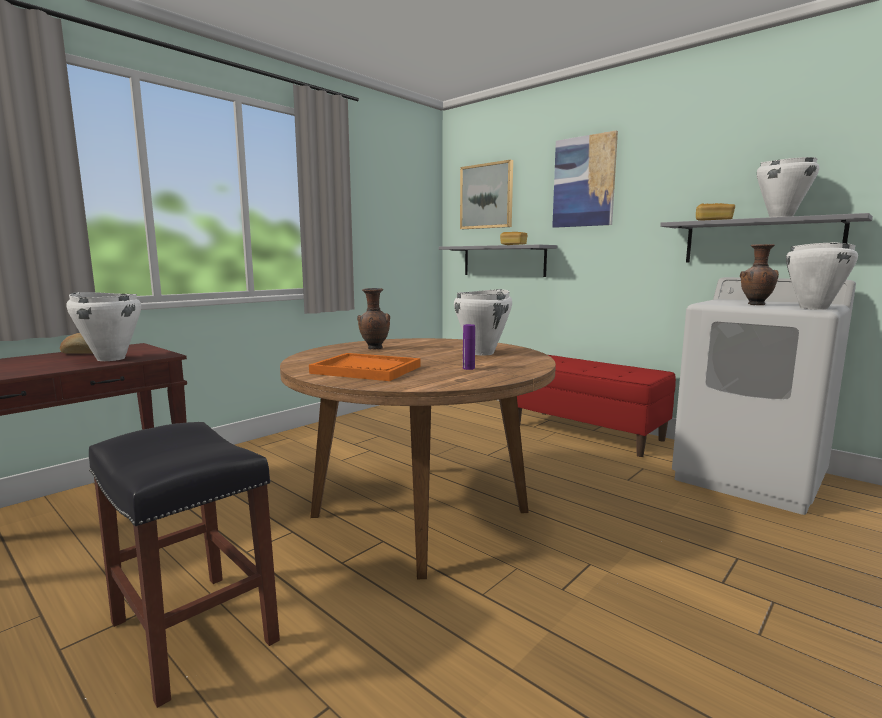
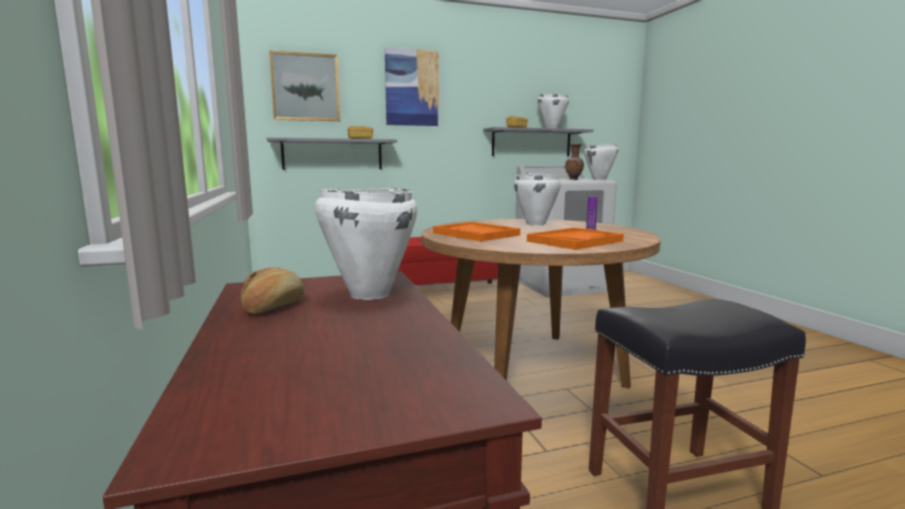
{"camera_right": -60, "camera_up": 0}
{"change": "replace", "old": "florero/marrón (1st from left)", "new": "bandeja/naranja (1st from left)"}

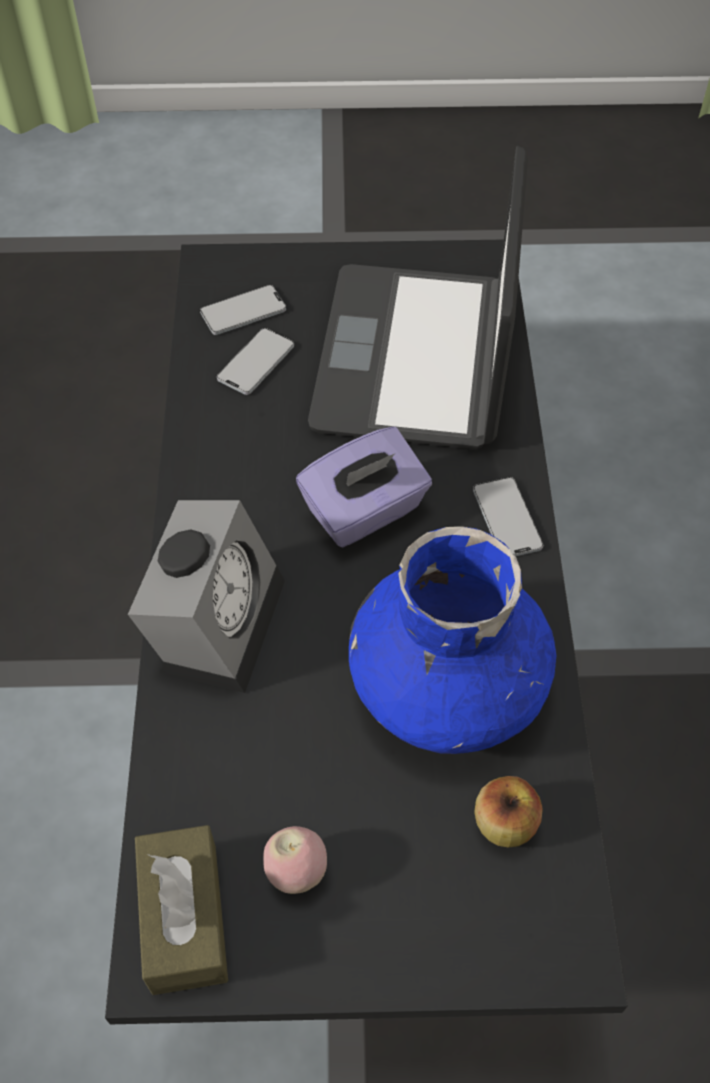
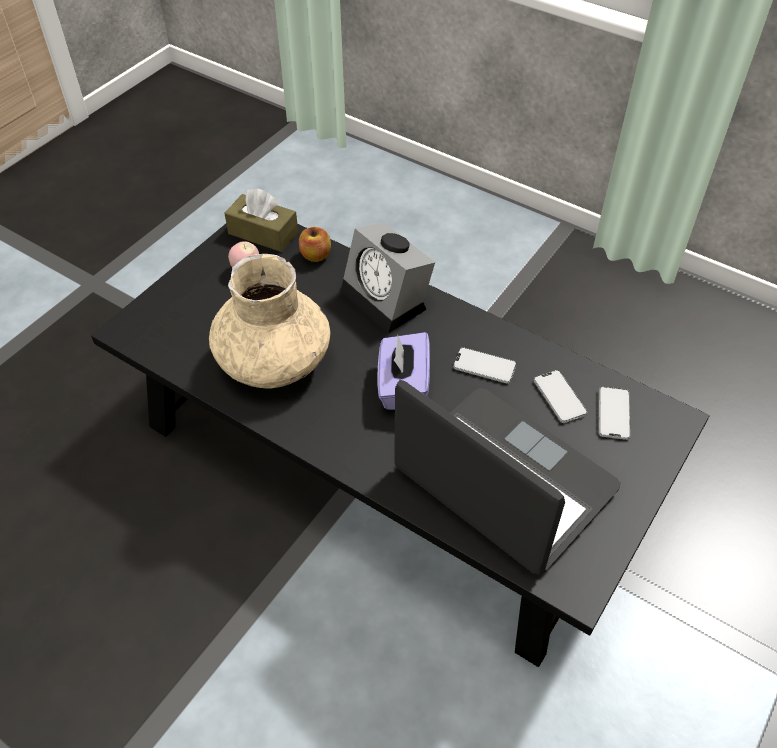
{"camera_right": 125, "camera_up": -5}
{"change": "move", "old": "móvil (3rd from left in the first image)", "new": "móvil (1st from left)"}
{"change": "recolor", "old": "florero/azul", "new": "florero/beis"}
{"change": "move", "old": "manzana (2nd from left)"}

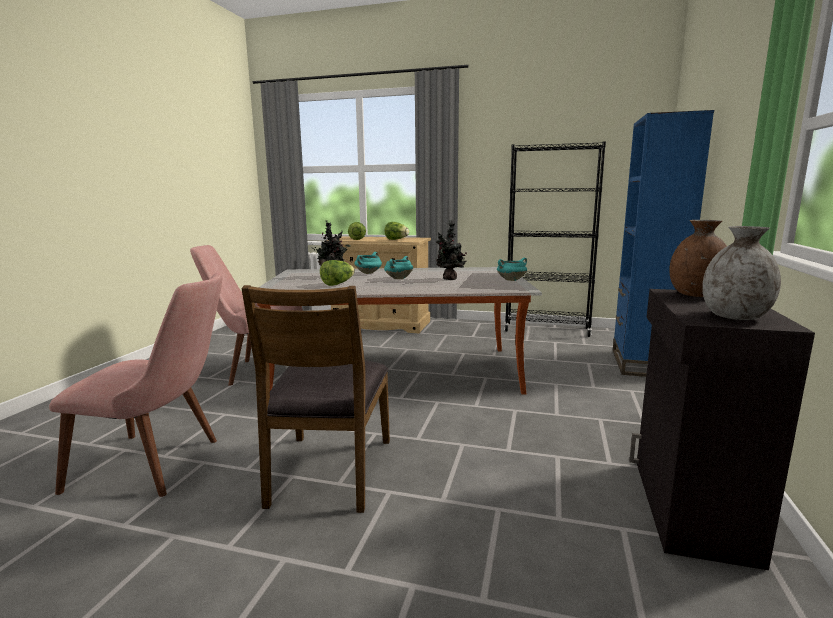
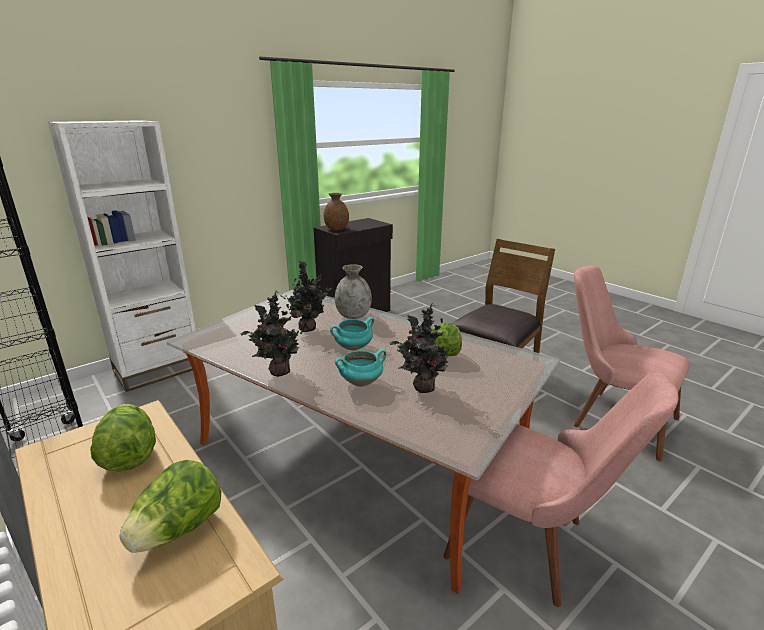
{"camera_right": -145, "camera_up": 10}
{"change": "recolor", "old": "estantería/azul", "new": "estantería/blanco"}
{"change": "move", "old": "florero/gris"}
{"change": "delete", "old": "olla/turquesa (3rd from left)"}
{"change": "insert", "new": "planta en maceta (1st from left)"}

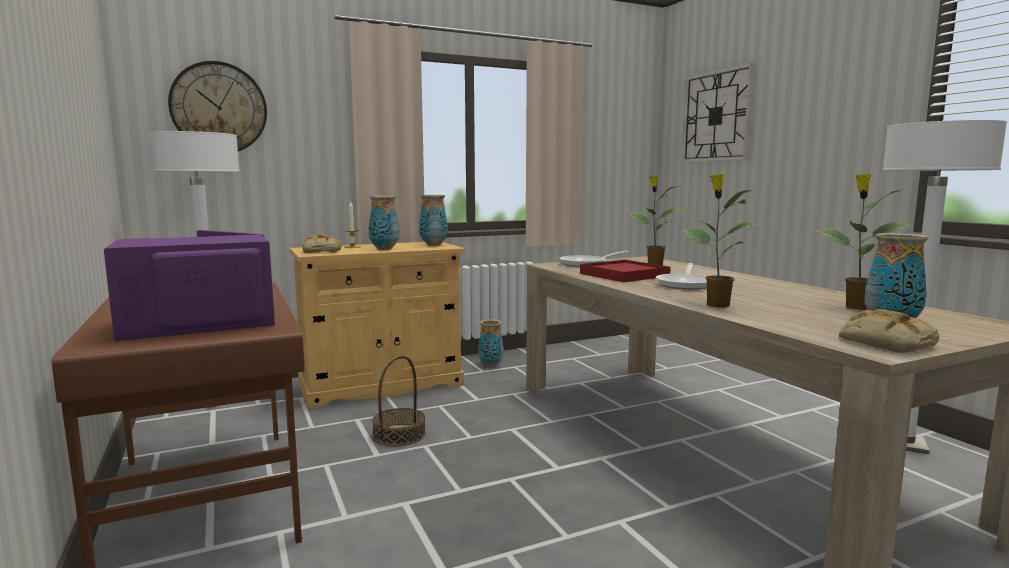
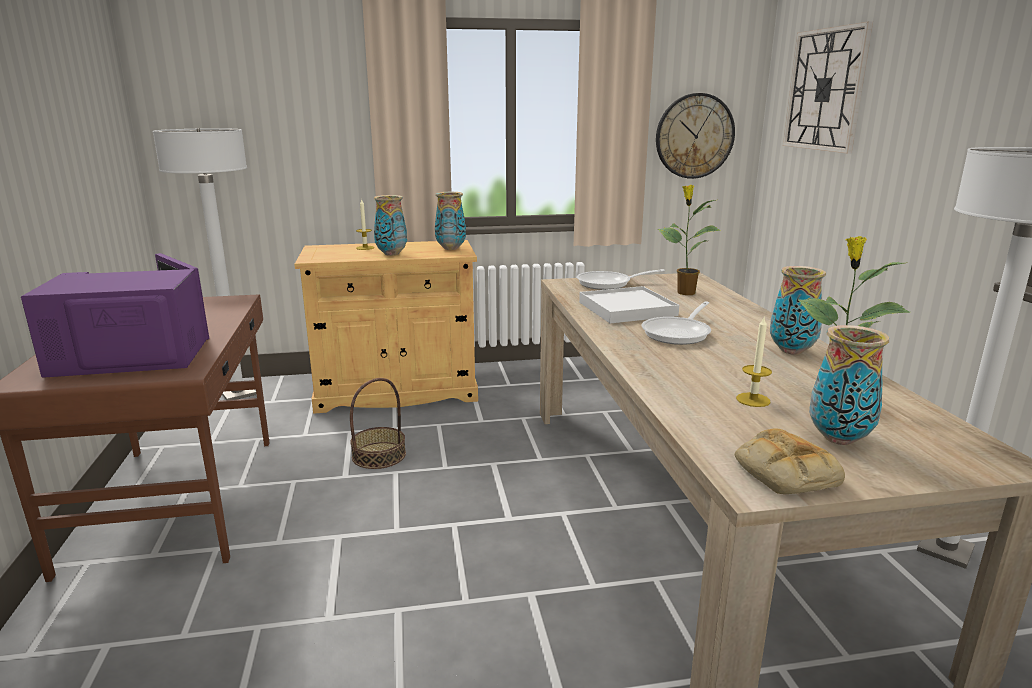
{"camera_right": 15, "camera_up": 10}
{"change": "move", "old": "reloj de pared (1st from left)"}
{"change": "delete", "old": "planta en maceta (2nd from left)"}
{"change": "delete", "old": "pan (1st from left)"}
{"change": "recolor", "old": "bandeja/rojo", "new": "bandeja/blanco"}
{"change": "move", "old": "florero (3rd from left)"}
{"change": "insert", "new": "vela (2nd from left)"}

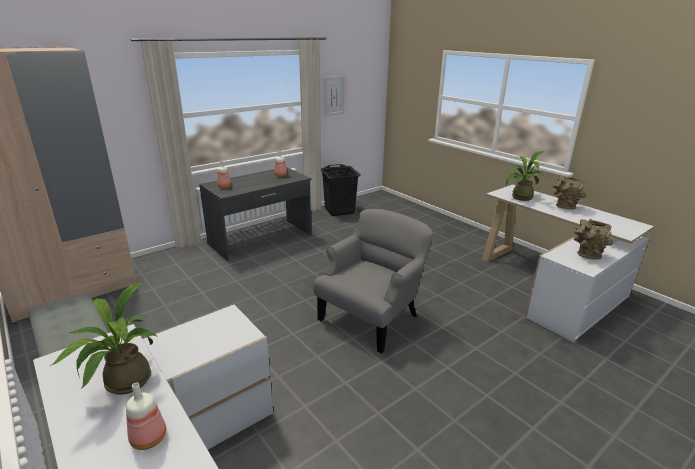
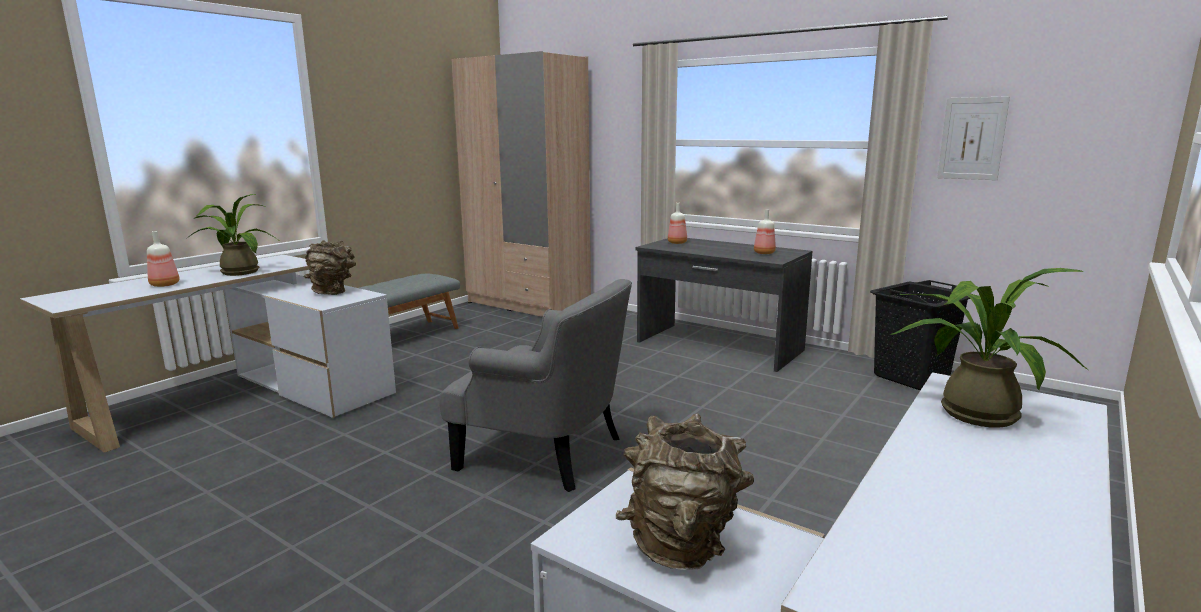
{"camera_right": 75, "camera_up": -10}
{"change": "move", "old": "florero/marrón (1st from left)"}

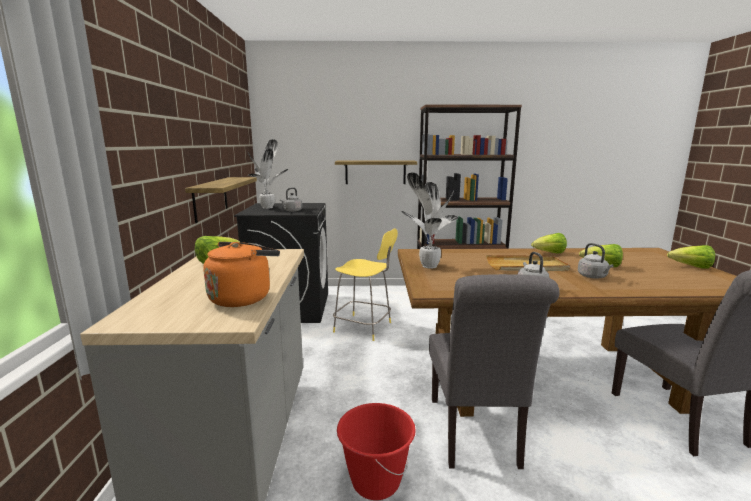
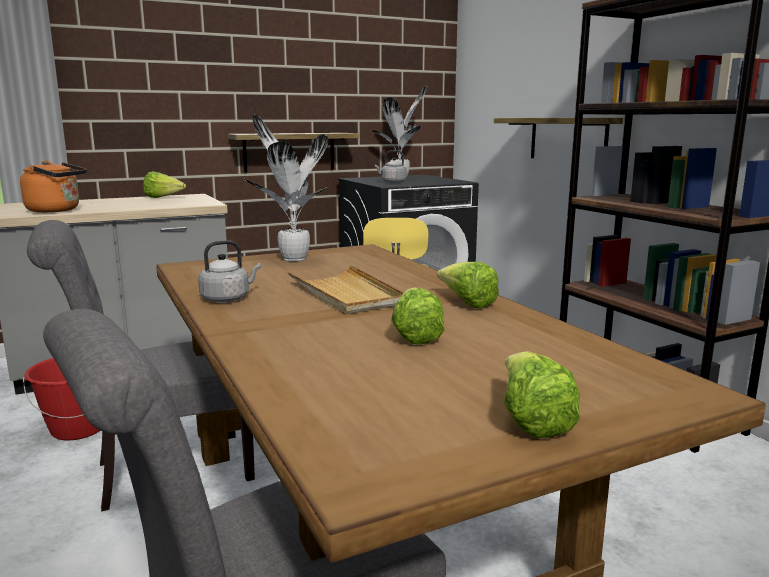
{"camera_right": 65, "camera_up": 0}
{"change": "delete", "old": "hervidor/gris (3rd from left)"}

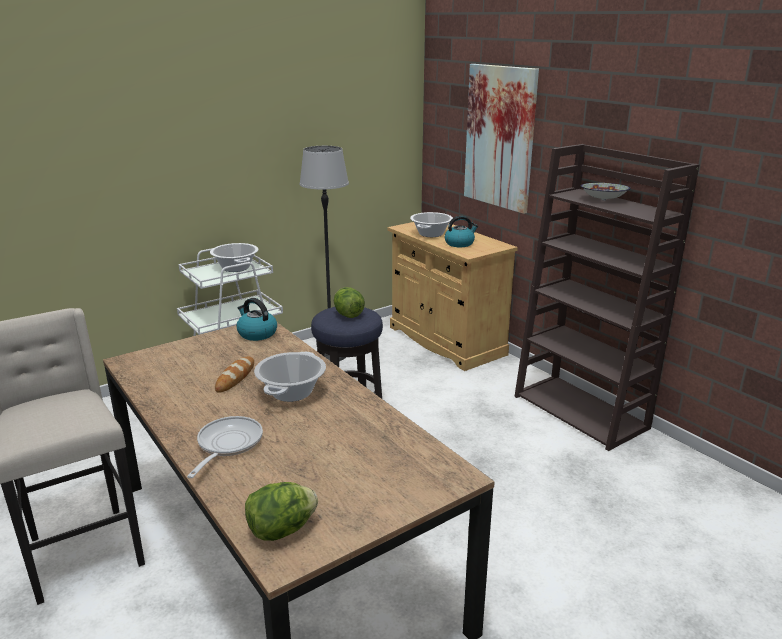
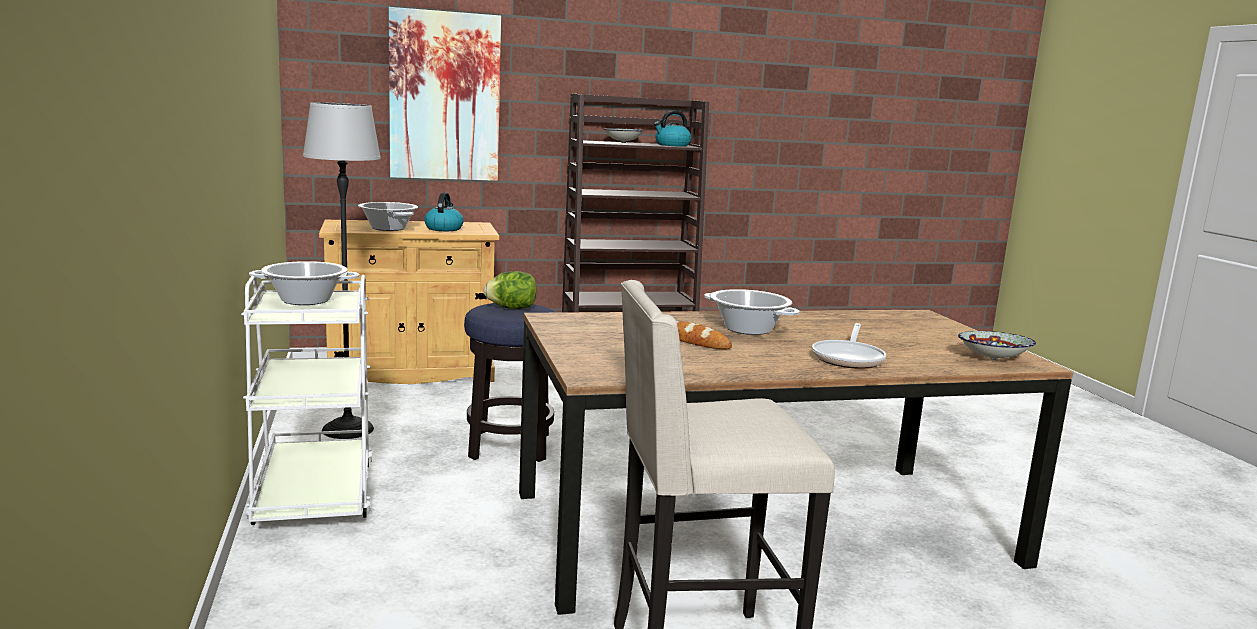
{"camera_right": -70, "camera_up": -10}
{"change": "move", "old": "hervidor (1st from left in the first image)", "new": "hervidor (2nd from left)"}
{"change": "rotate", "old": "sartén", "degrees": -105}
{"change": "replace", "old": "lechuga (1st from left)", "new": "cuenco (2nd from left)"}

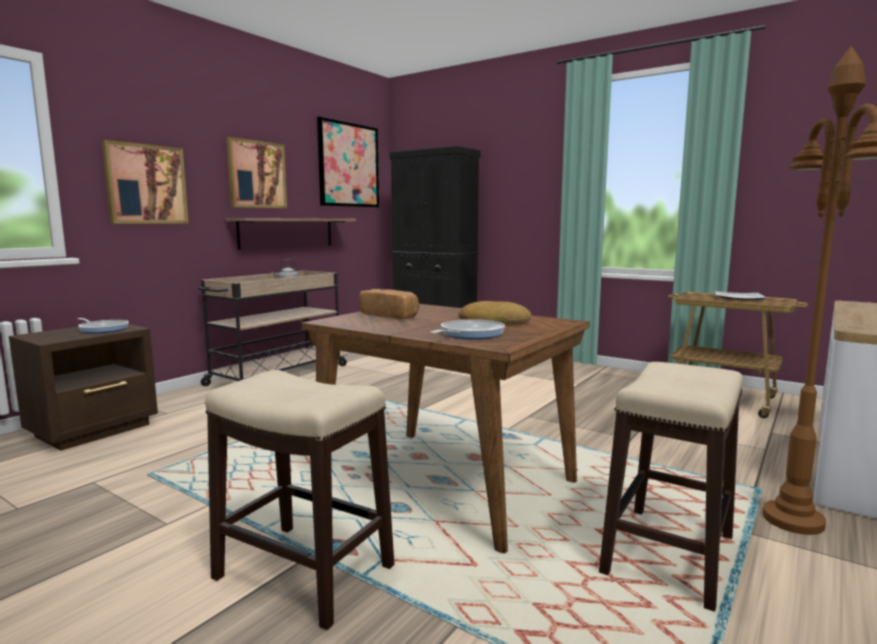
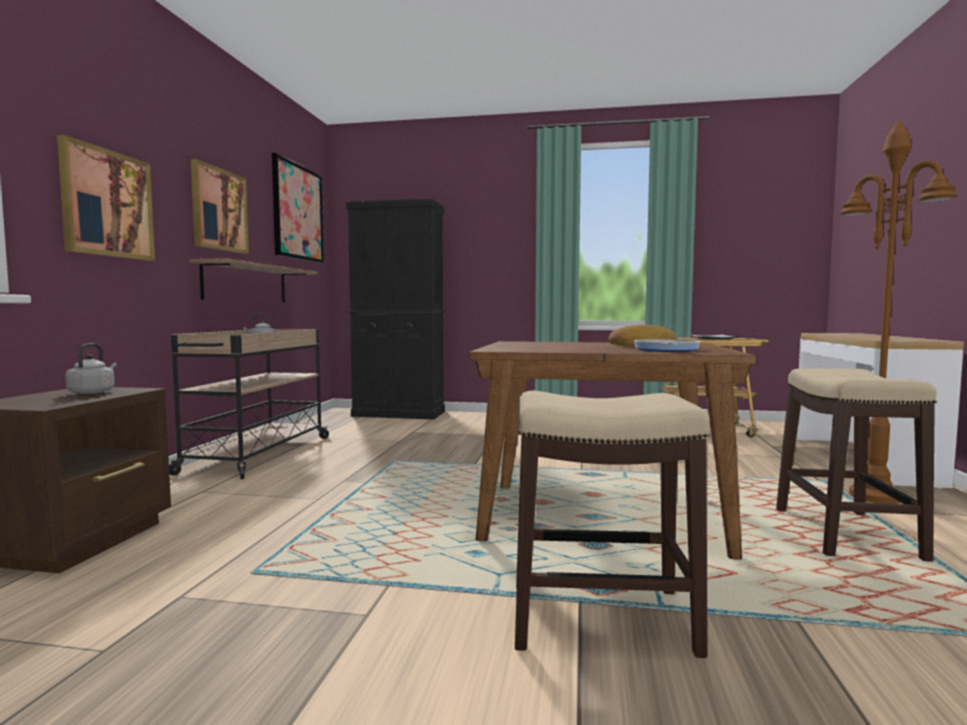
{"camera_right": -25, "camera_up": -5}
{"change": "delete", "old": "pan (1st from left)"}
{"change": "replace", "old": "sartén (1st from left)", "new": "hervidor/gris (1st from left)"}

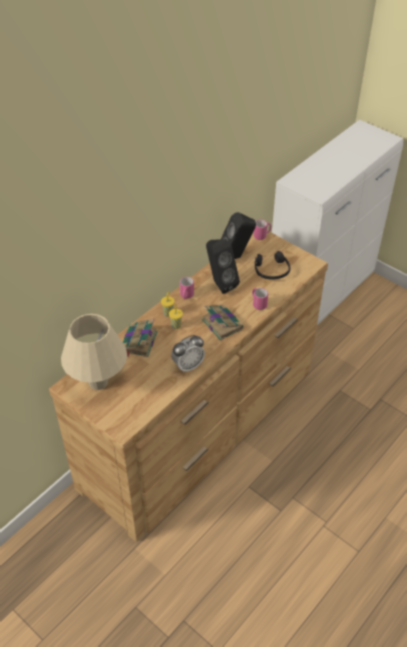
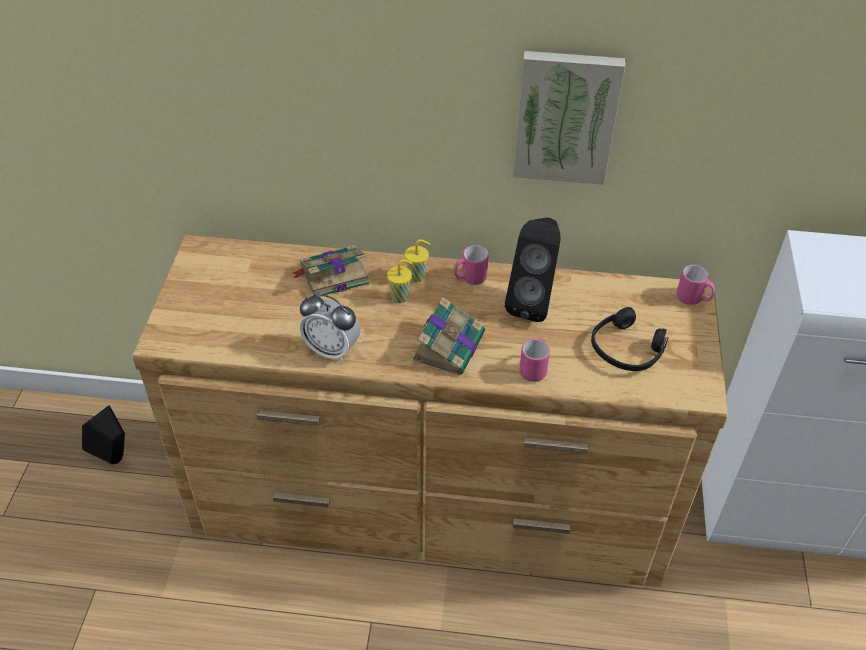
{"camera_right": 55, "camera_up": 0}
{"change": "move", "old": "altavoz/negro (2nd from left in the first image)", "new": "altavoz/negro (1st from left)"}
{"change": "delete", "old": "lámpara de mesa/beis"}
{"change": "insert", "new": "cuadro"}

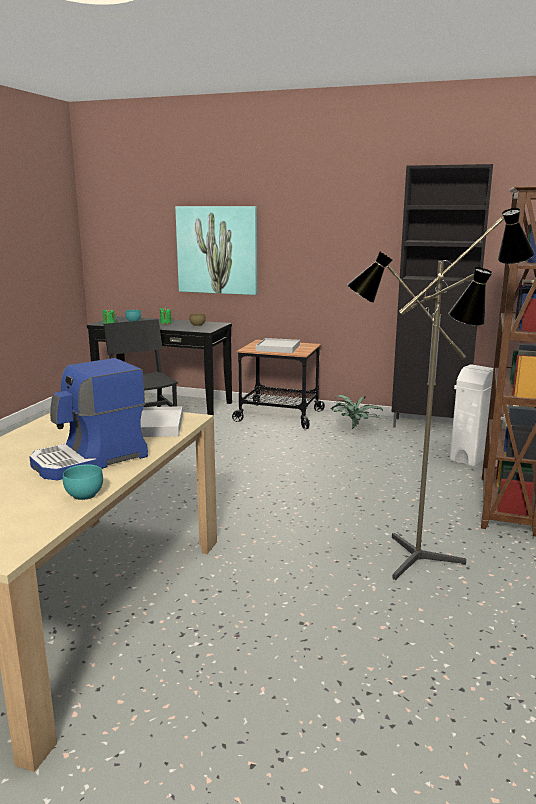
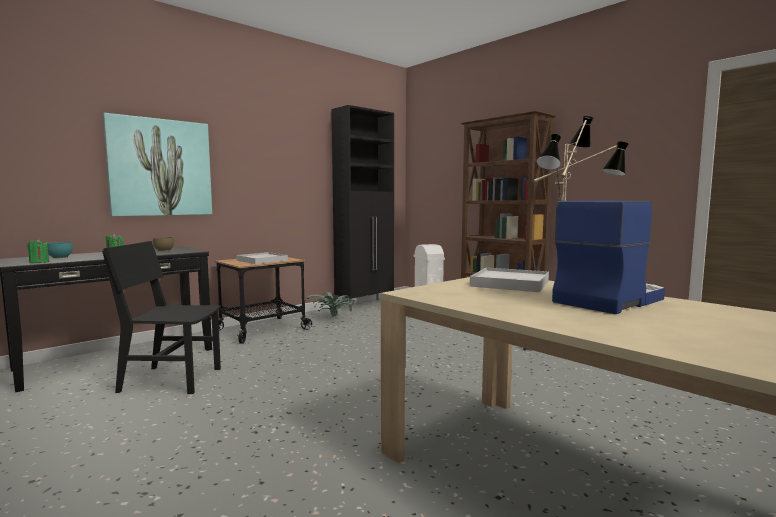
{"camera_right": -60, "camera_up": -10}
{"change": "rotate", "old": "cafetera", "degrees": -120}
{"change": "delete", "old": "cuenco/turquesa (1st from left)"}

